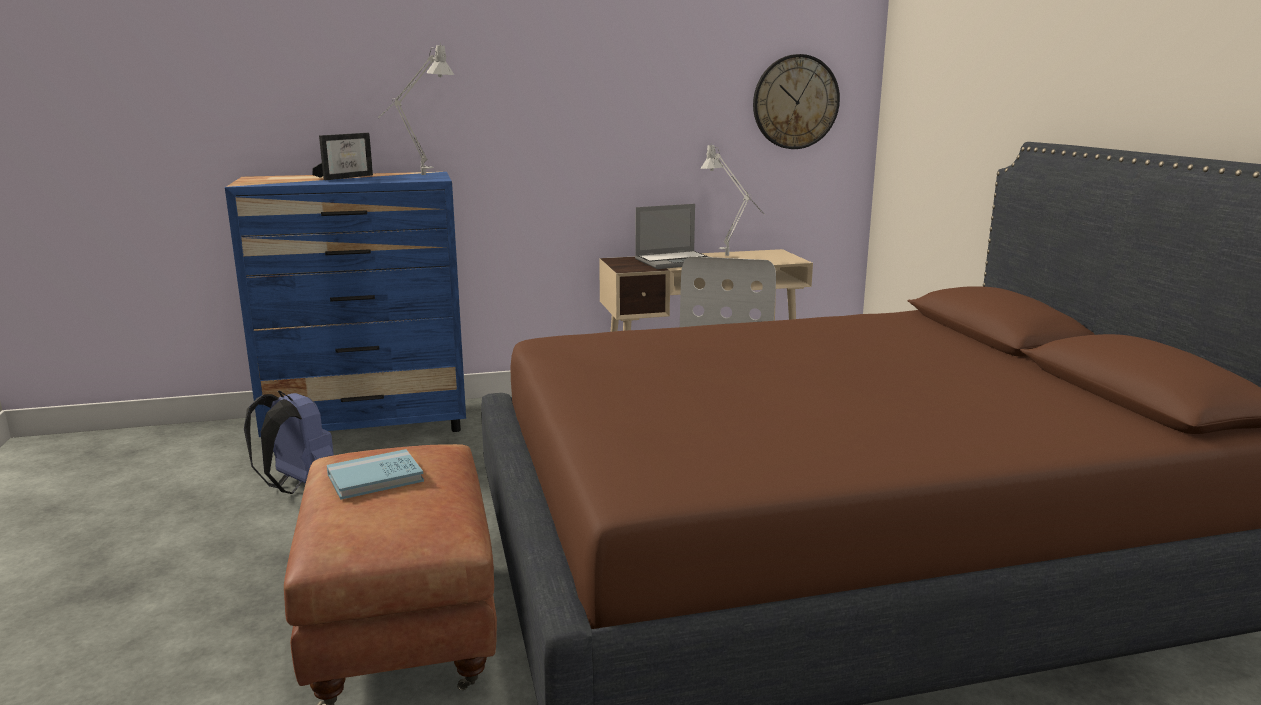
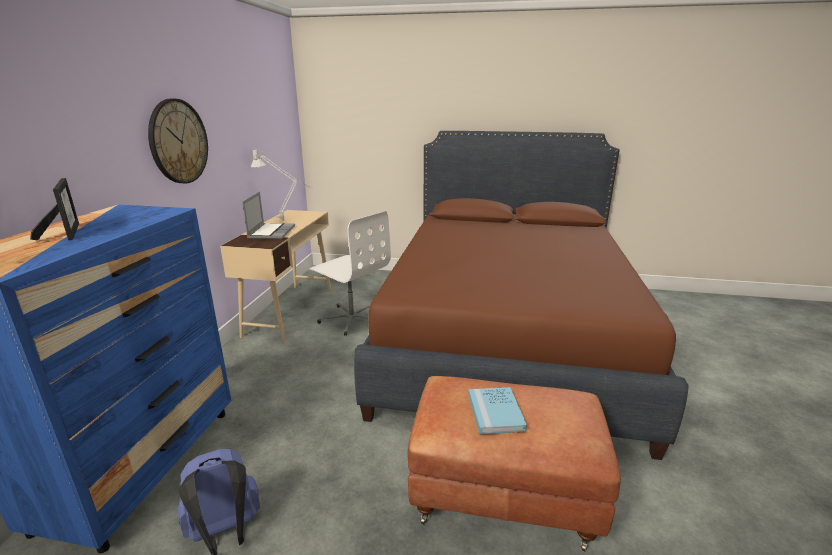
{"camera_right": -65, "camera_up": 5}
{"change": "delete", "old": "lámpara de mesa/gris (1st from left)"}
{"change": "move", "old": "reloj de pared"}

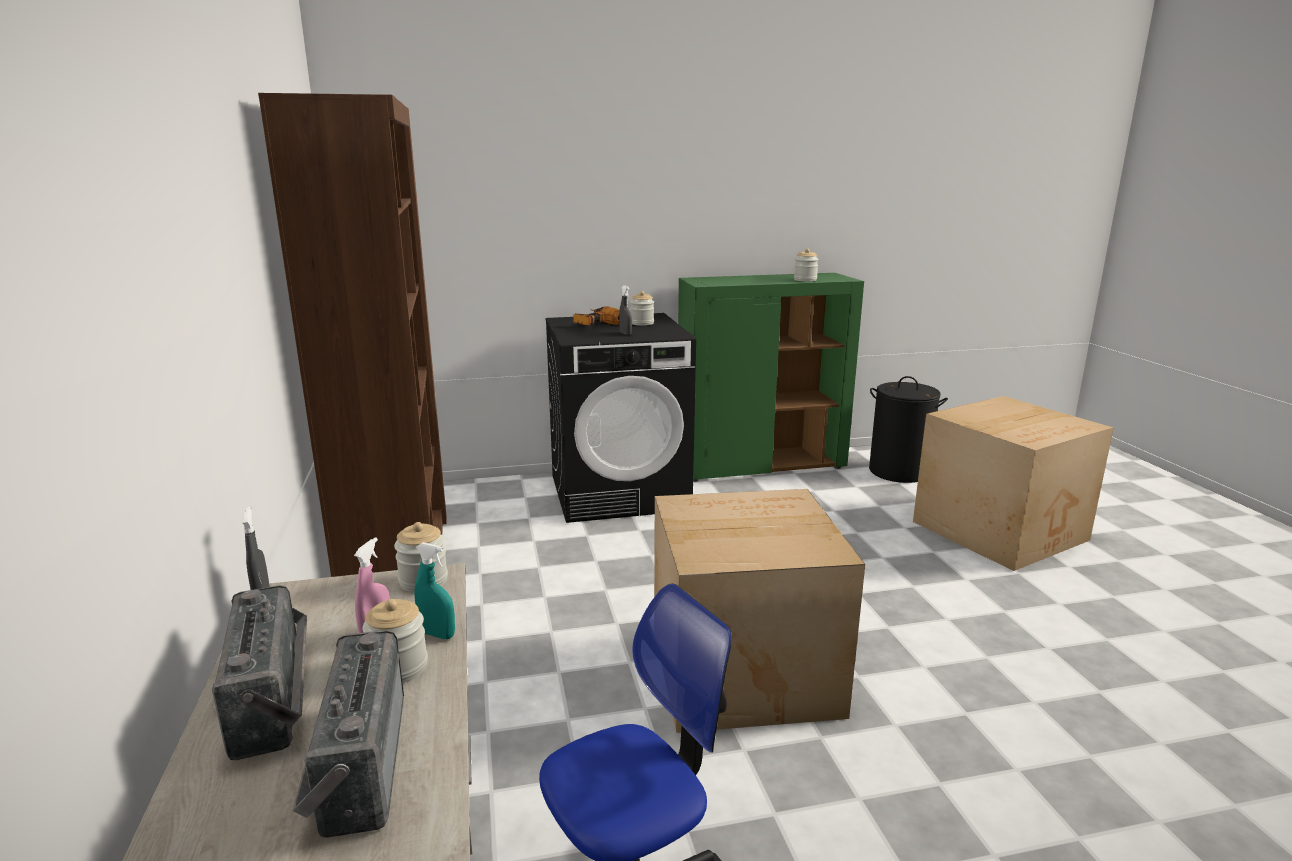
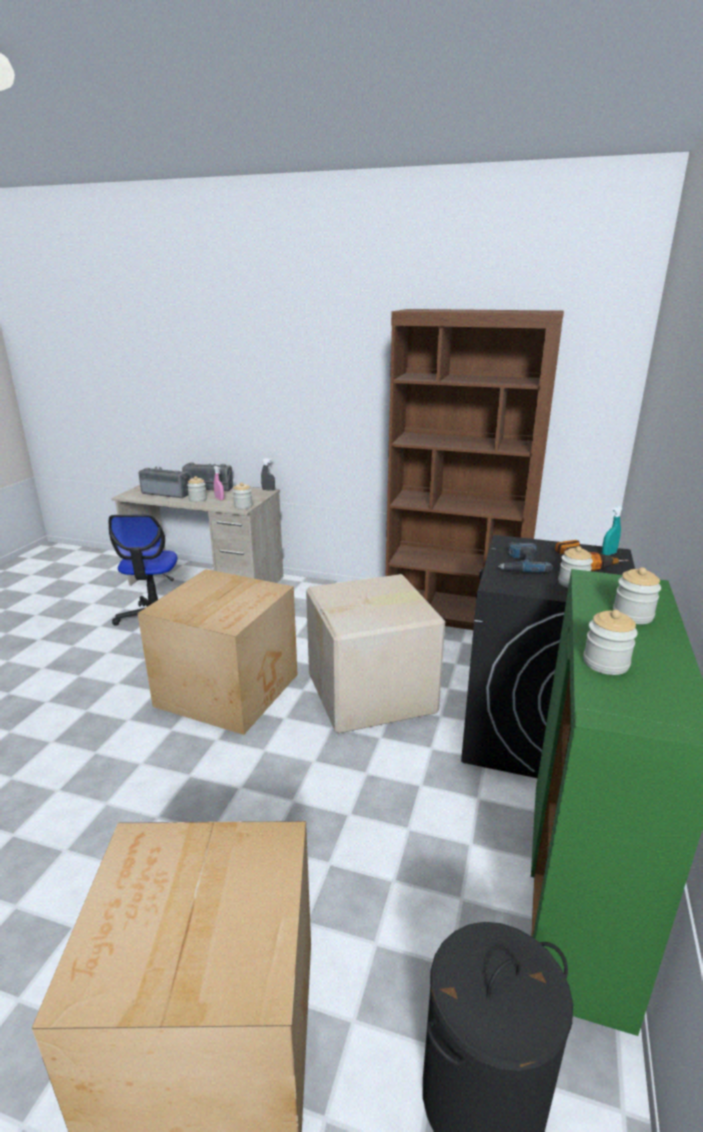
{"camera_right": 120, "camera_up": 5}
{"change": "replace", "old": "pulverizador/gris (2nd from left)", "new": "taladro (1st from left)"}
{"change": "move", "old": "pulverizador/turquesa"}
{"change": "insert", "new": "tarro (5th from left)"}
{"change": "insert", "new": "caja de cartón (3rd from left)"}

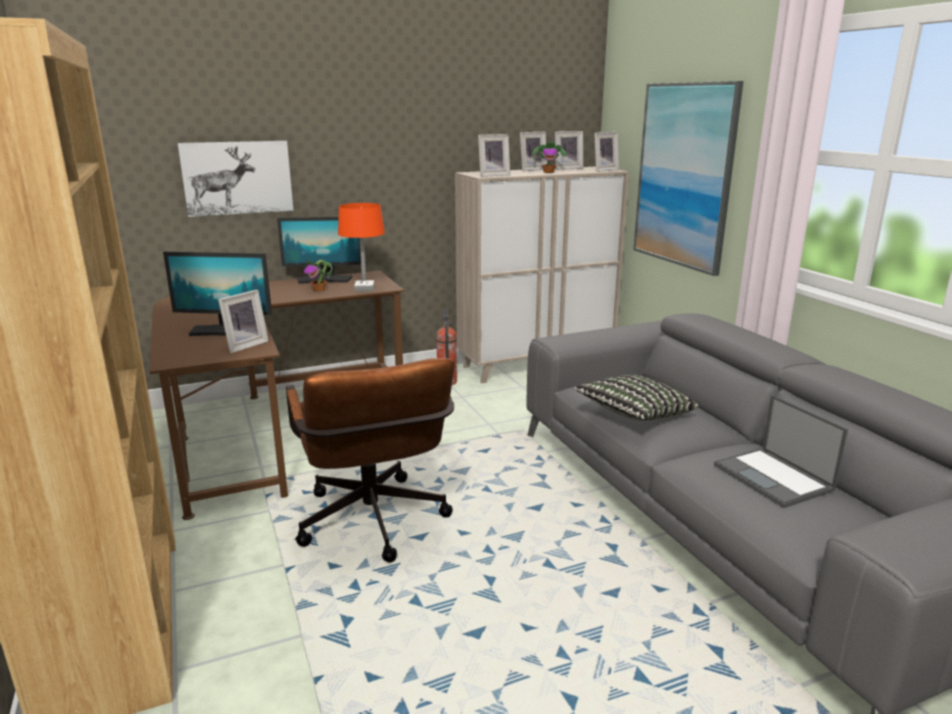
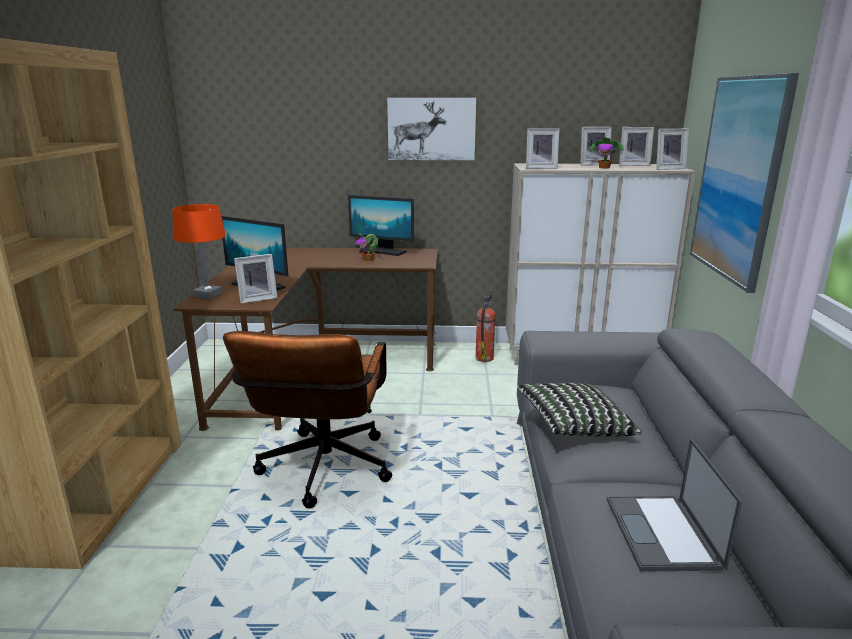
{"camera_right": 25, "camera_up": 0}
{"change": "move", "old": "cuadro (1st from left)"}
{"change": "move", "old": "lámpara de mesa/naranja"}

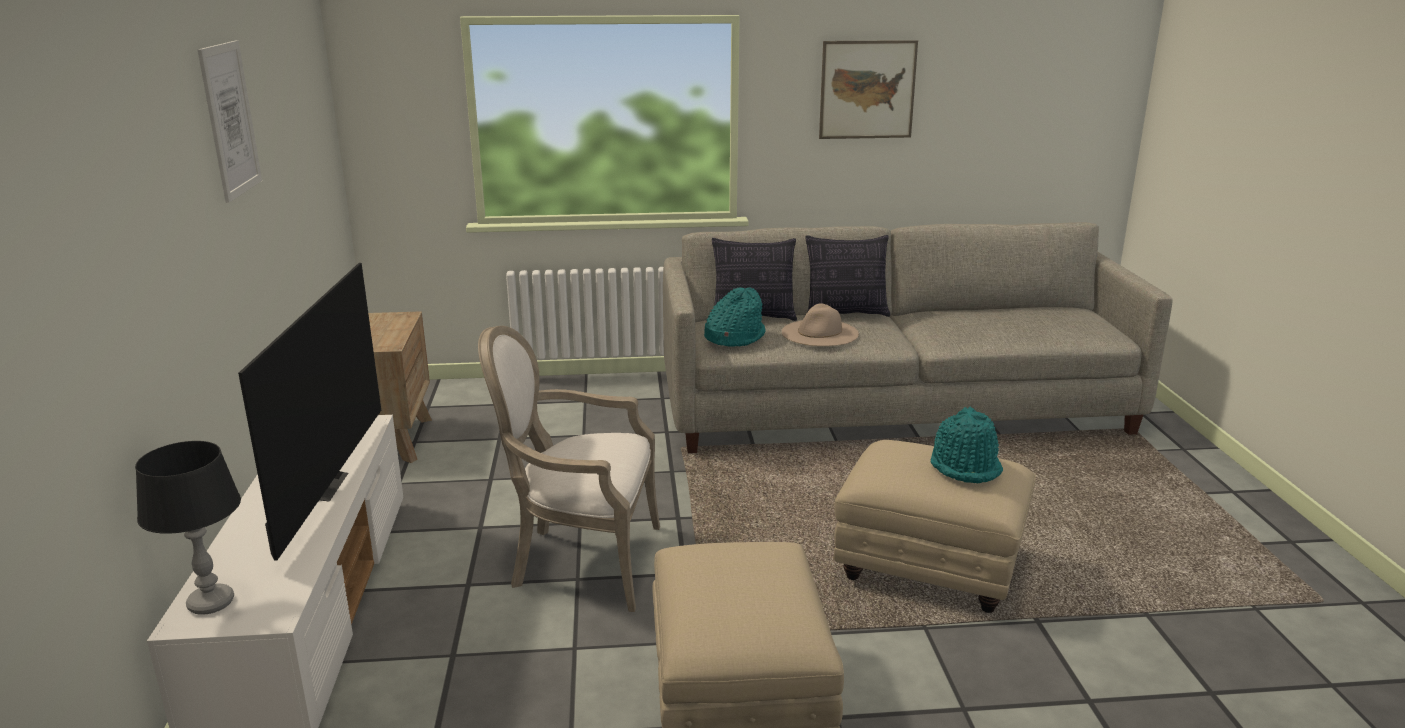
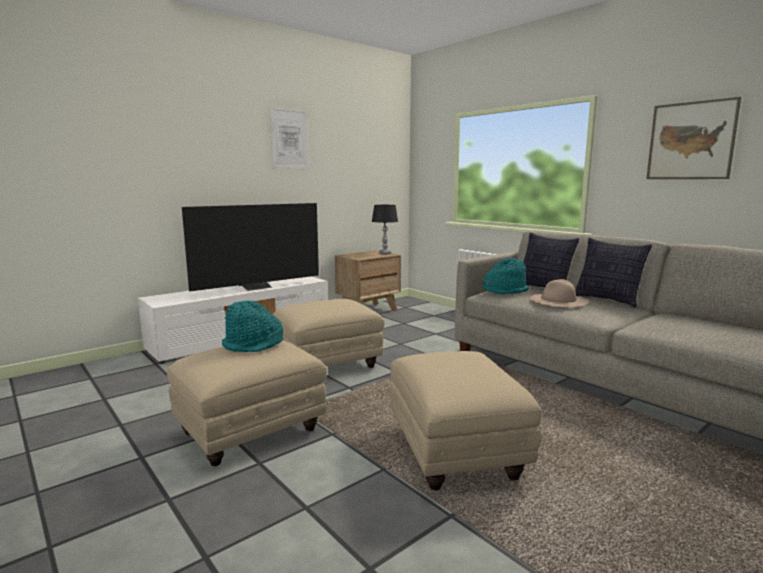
{"camera_right": 55, "camera_up": -10}
{"change": "replace", "old": "sillón", "new": "puf/beis (2nd from left)"}
{"change": "move", "old": "sombrero/turquesa (2nd from left in the first image)", "new": "sombrero/turquesa (1st from left)"}
{"change": "move", "old": "lámpara de mesa/negro"}

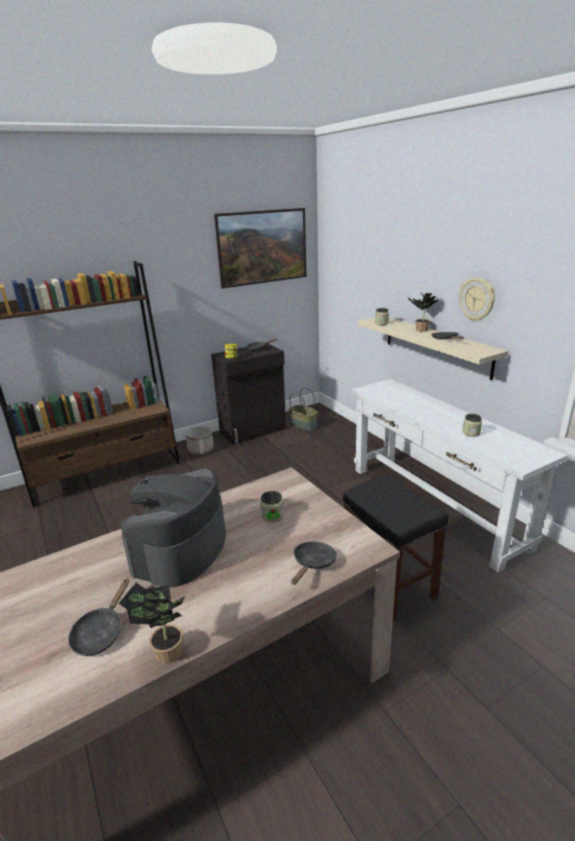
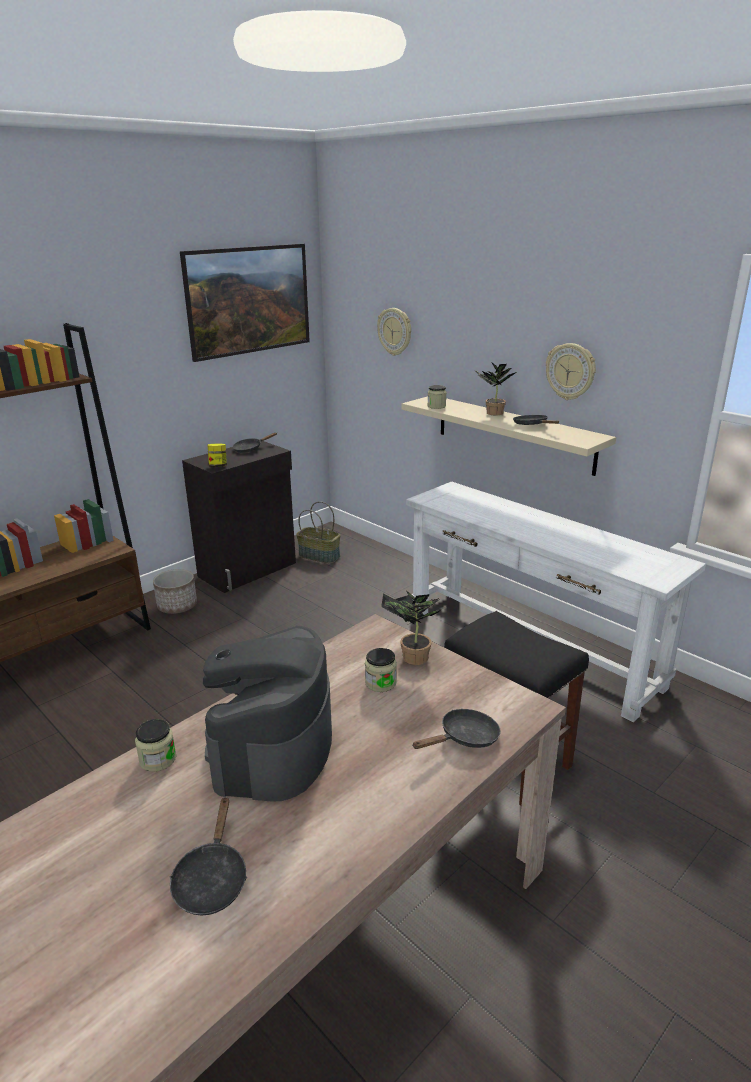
{"camera_right": -15, "camera_up": 0}
{"change": "move", "old": "tarro (4th from left in the first image)", "new": "tarro (1st from left)"}
{"change": "rotate", "old": "sartén/negro (3rd from left)", "degrees": 45}
{"change": "move", "old": "planta en maceta (1st from left)"}
{"change": "insert", "new": "reloj de pared (1st from left)"}

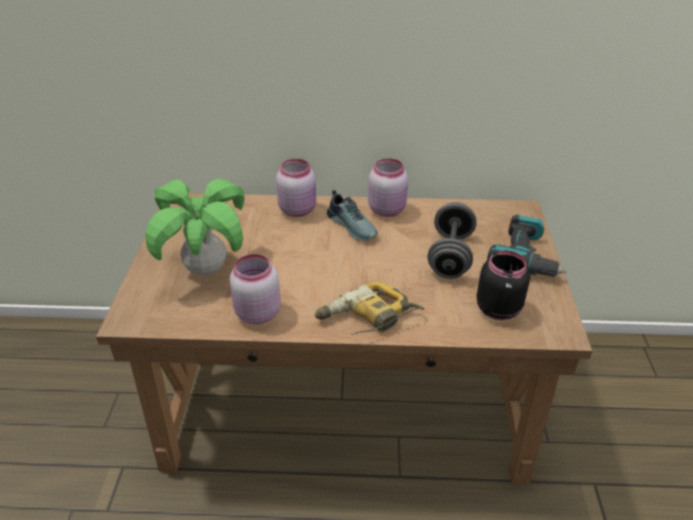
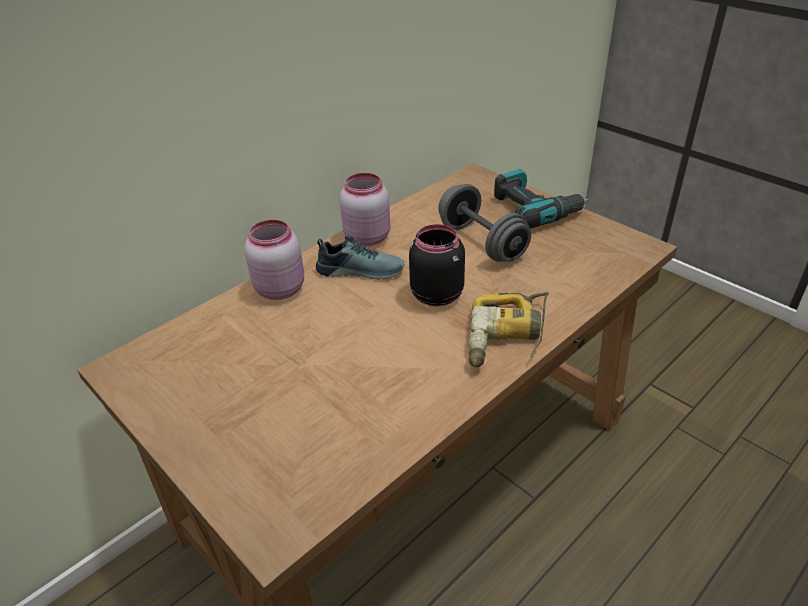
{"camera_right": -45, "camera_up": 0}
{"change": "delete", "old": "planta en maceta"}
{"change": "move", "old": "tarro/negro"}
{"change": "delete", "old": "tarro/rosa (1st from left)"}

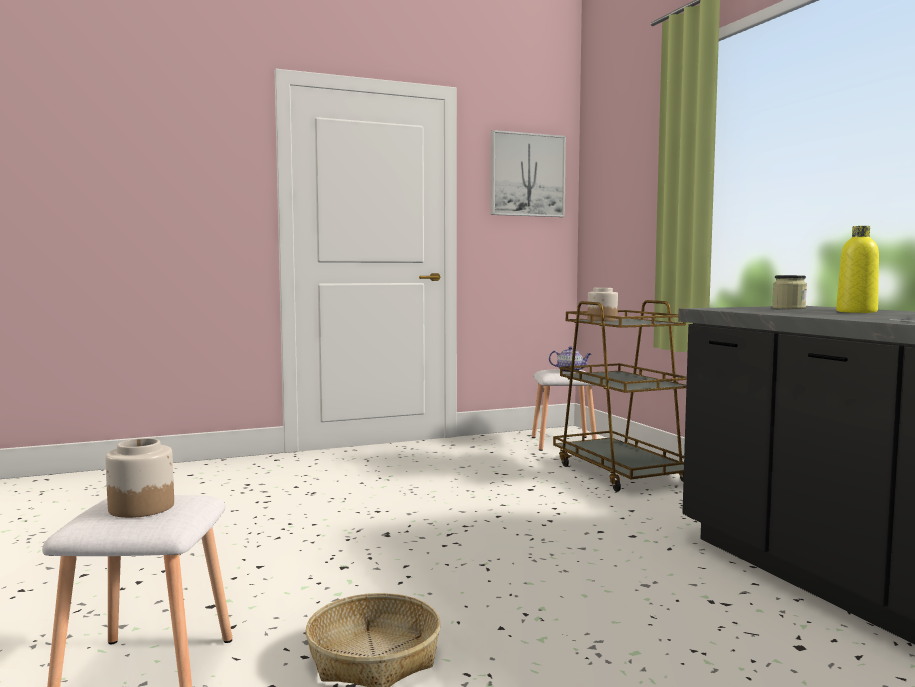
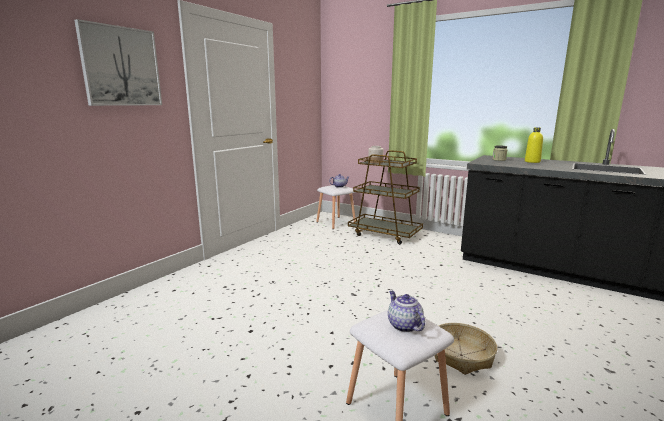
{"camera_right": -35, "camera_up": 10}
{"change": "move", "old": "cuadro"}
{"change": "replace", "old": "tarro (1st from left)", "new": "tetera (2nd from left)"}

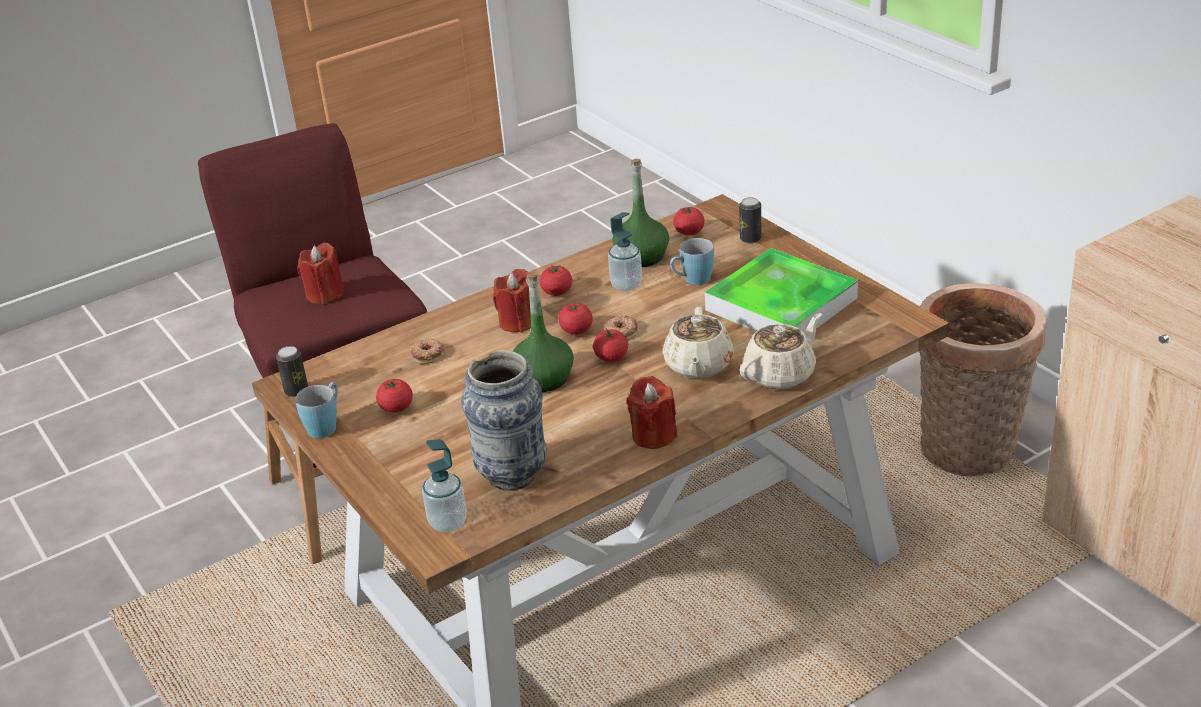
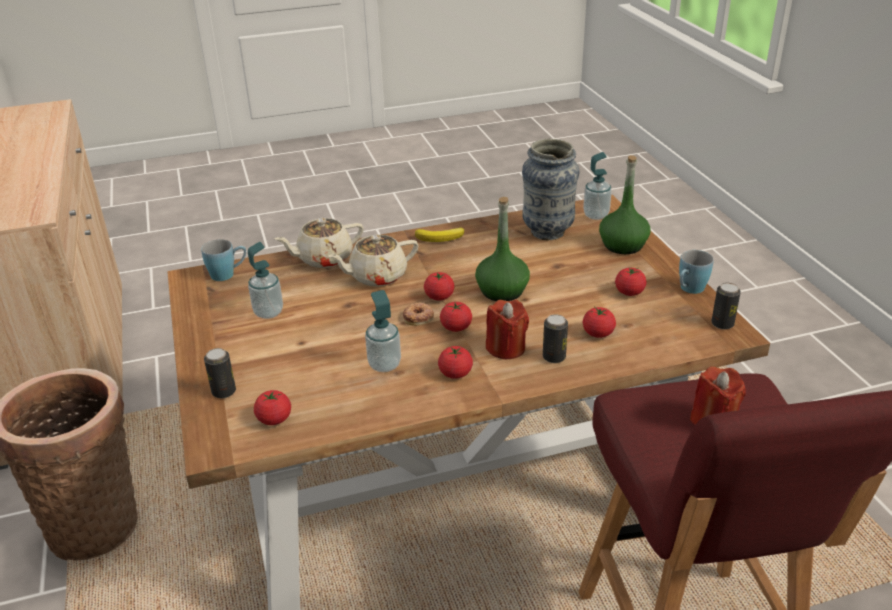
{"camera_right": -165, "camera_up": 0}
{"change": "move", "old": "botella/verde (2nd from left)"}
{"change": "move", "old": "taza grande/azul (2nd from left in the first image)", "new": "taza grande/azul (1st from left)"}
{"change": "replace", "old": "bandeja", "new": "dispensador de jabón (1st from left)"}
{"change": "rotate", "old": "tetera/beis (1st from left in the first image)", "degrees": -135}
{"change": "replace", "old": "rosquilla (1st from left)", "new": "tomate (5th from left)"}
{"change": "replace", "old": "vela/rojo (3rd from left)", "new": "plátano"}
{"change": "insert", "new": "lata (2nd from left)"}

